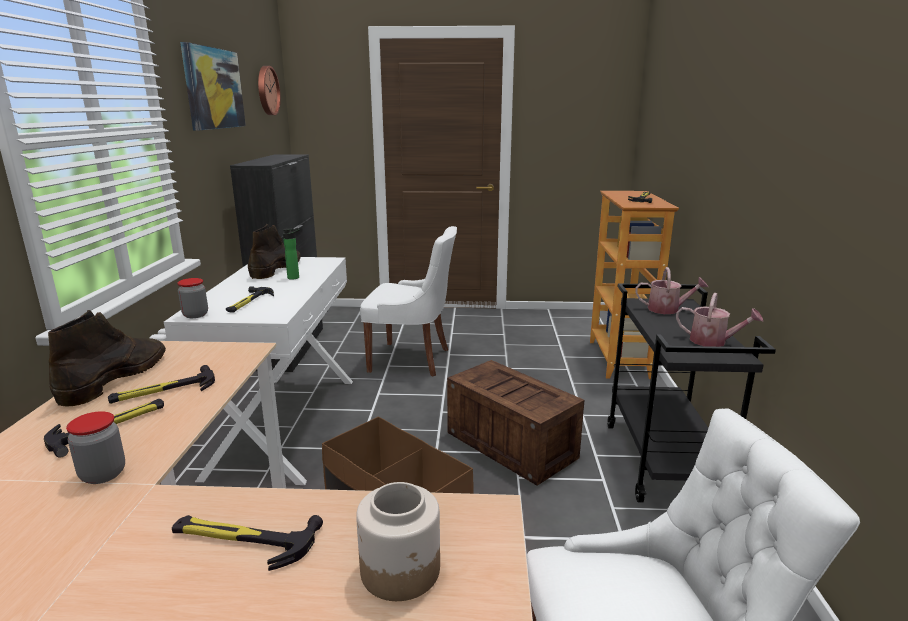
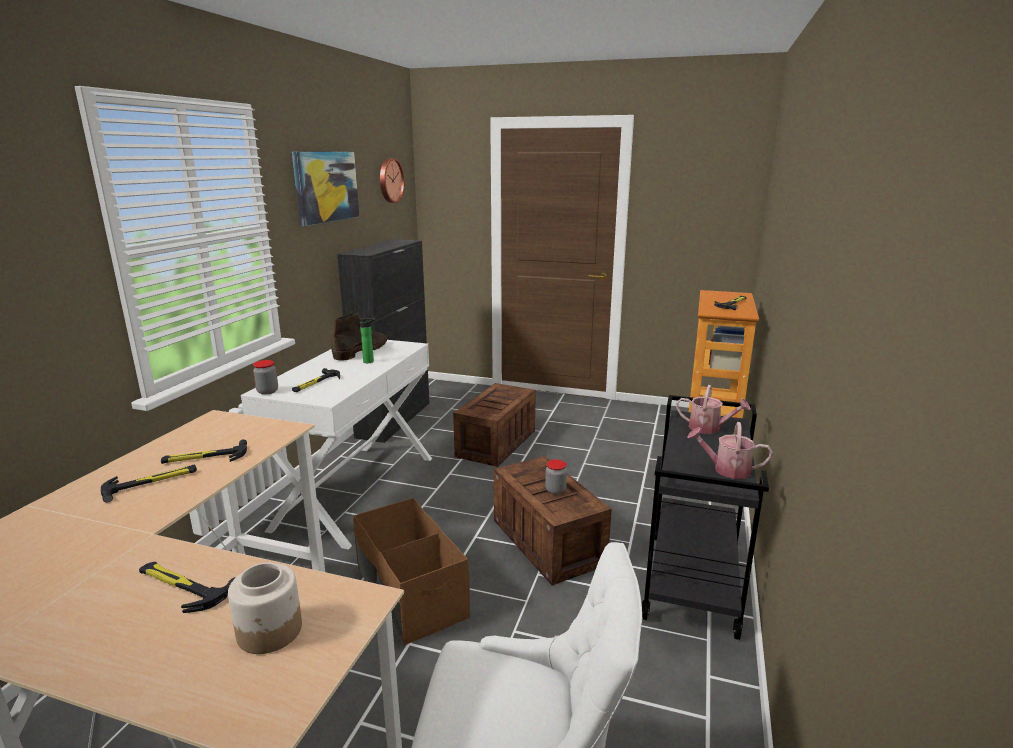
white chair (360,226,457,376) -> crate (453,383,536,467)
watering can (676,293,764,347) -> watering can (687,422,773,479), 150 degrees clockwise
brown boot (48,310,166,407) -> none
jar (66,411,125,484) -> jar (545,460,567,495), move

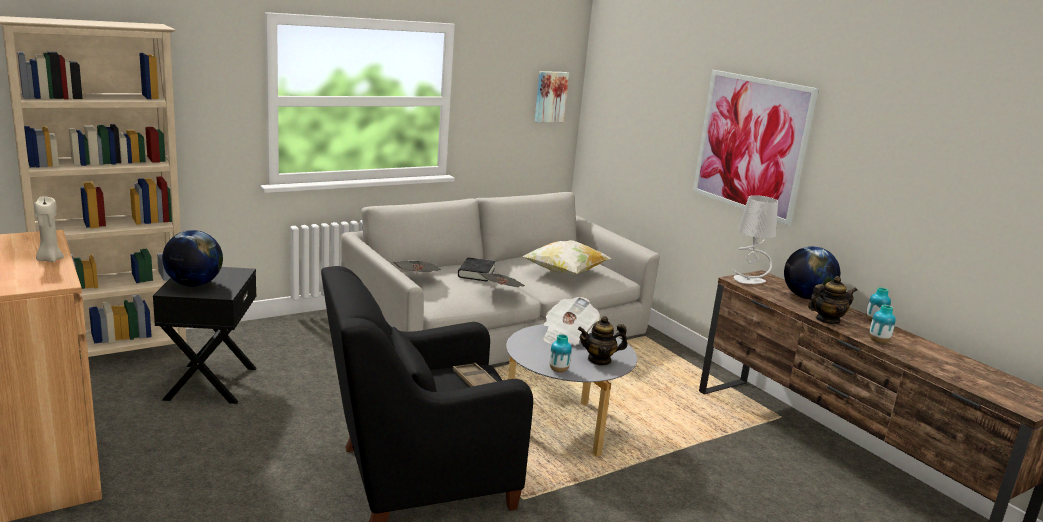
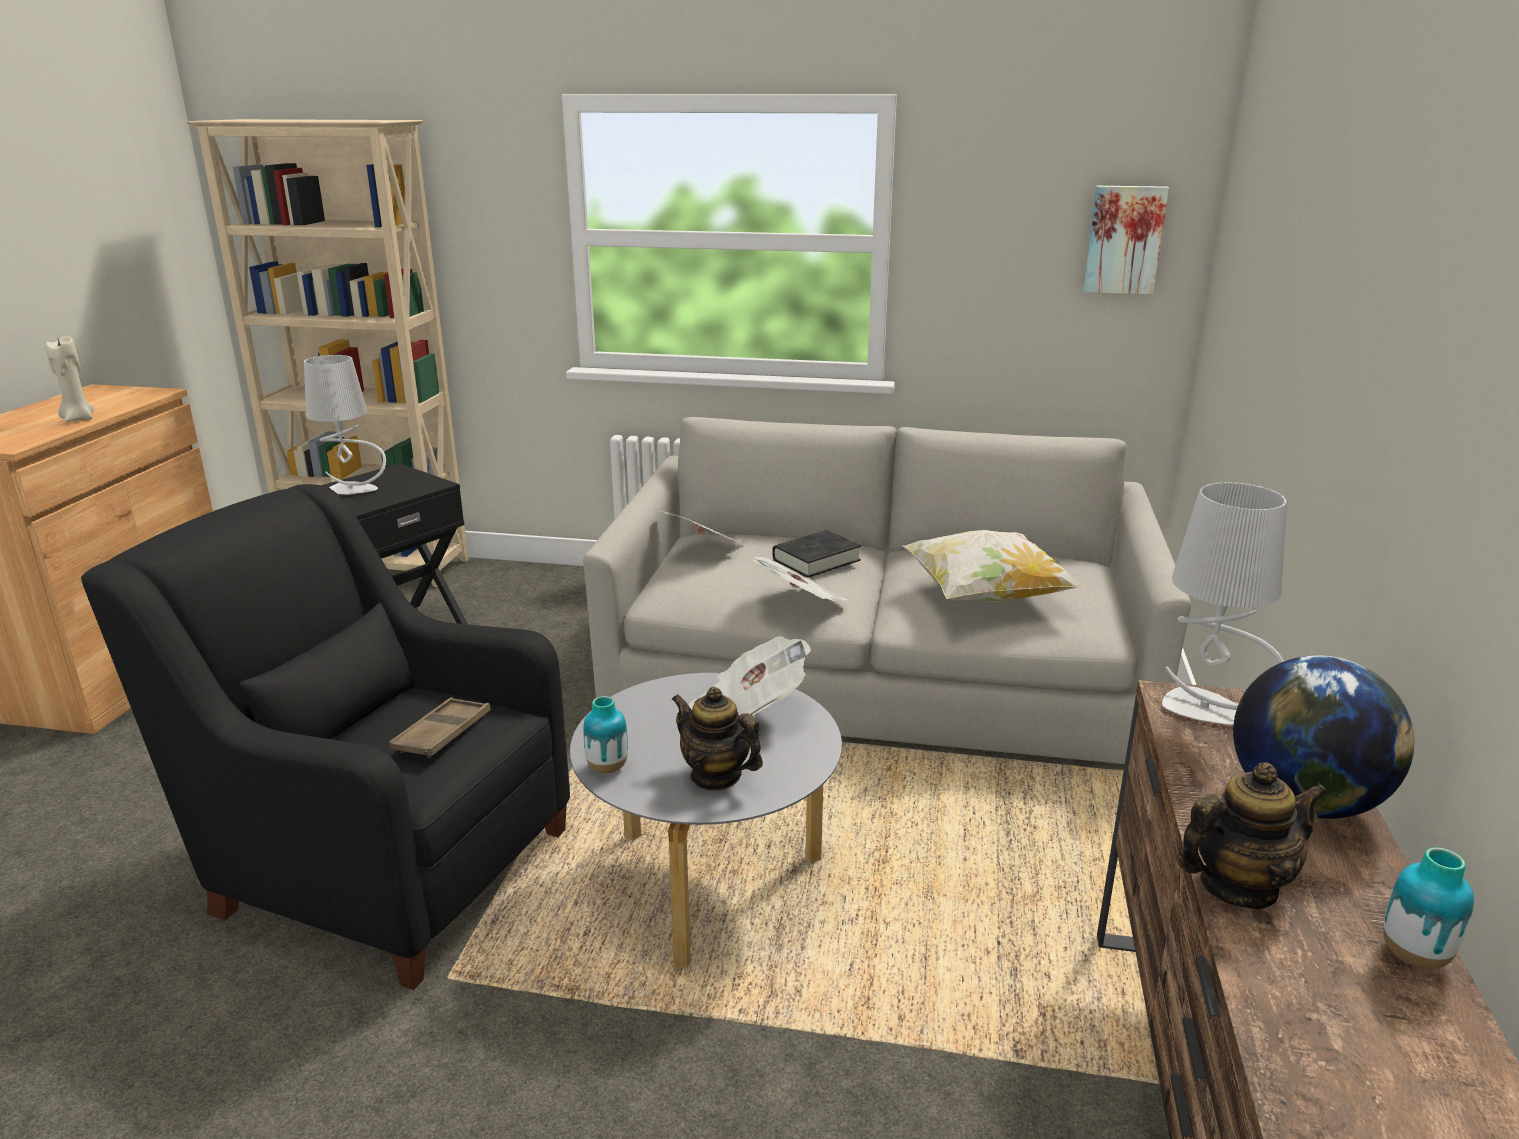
picture (693,70,819,226) -> none
globe (162,230,223,287) -> grey table lamp (304,355,386,495)
teapot (808,276,857,324) -> teapot (1176,762,1328,909), 45 degrees counterclockwise
vase (869,305,896,343) -> none

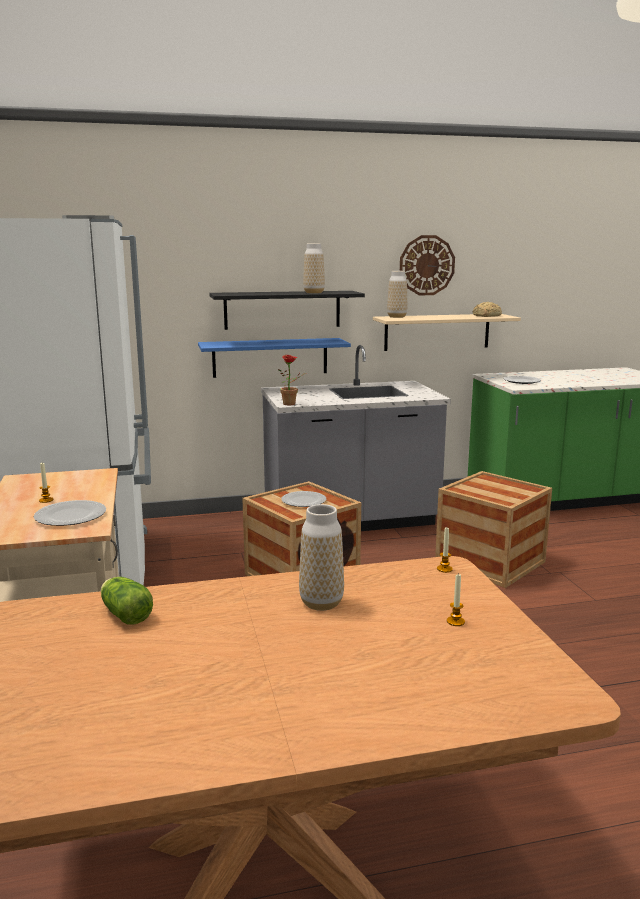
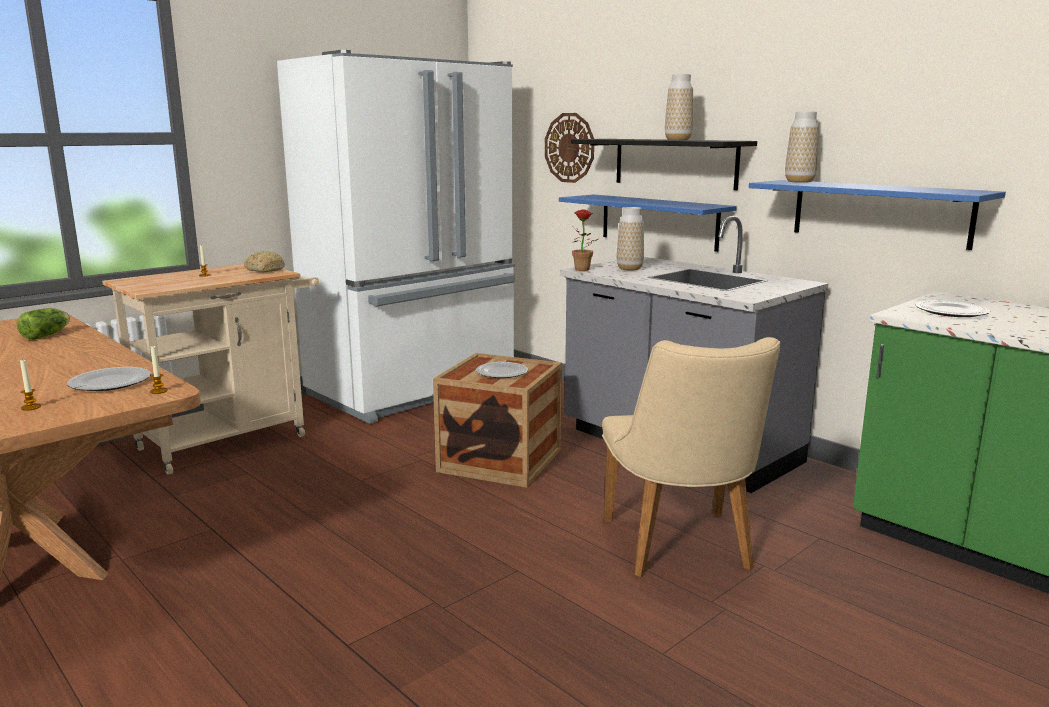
wall clock (400,235,455,295) -> wall clock (545,113,594,183), move
bread (473,302,502,317) -> bread (244,251,285,272), move
beige shelf (373,314,521,351) -> blue shelf (749,180,1006,250)
crate (435,471,552,588) -> beige chair (602,337,780,577)
plate (34,500,106,526) -> plate (67,367,151,391), move
vase (299,504,344,611) -> vase (617,207,644,270), move

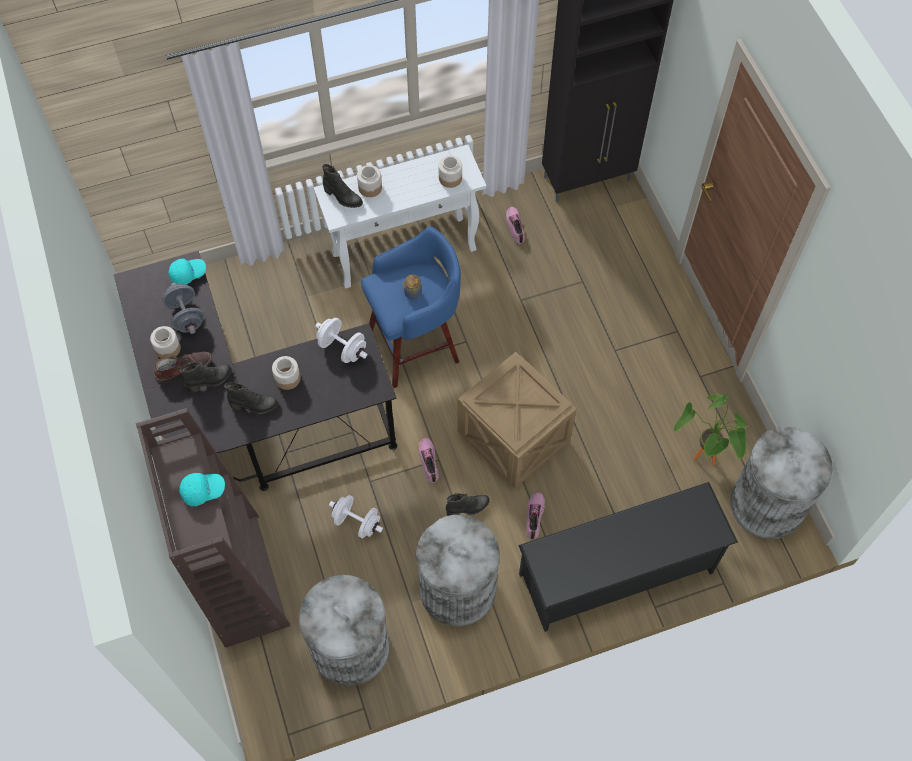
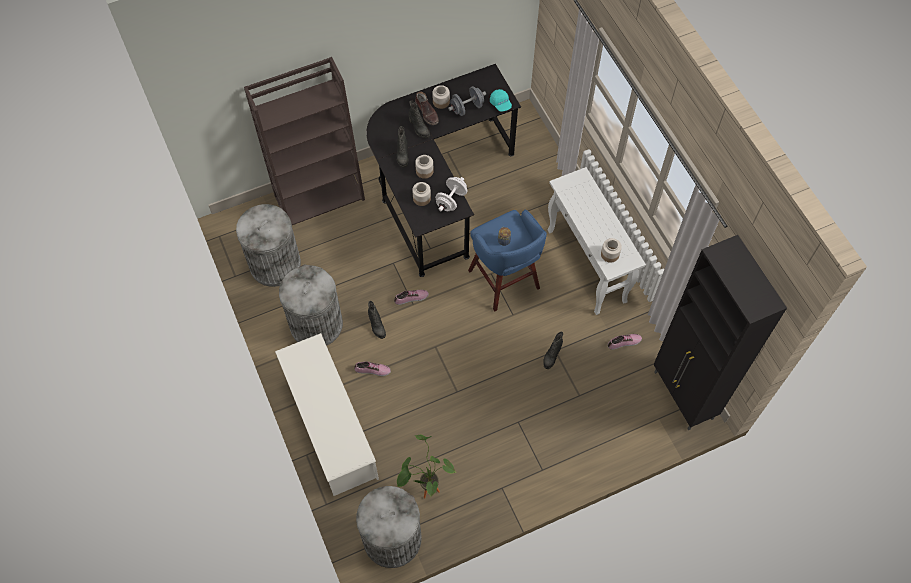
black boot (322,164,363,208) -> black boot (543,332,563,369), move
jar (357,165,382,197) -> jar (412,182,431,206), move
crate (457,352,577,488) -> none
turquoise cap (179,473,225,506) -> none
black shoe rack (518,482,738,632) -> white shoe rack (275,333,379,496)
white dumbbell (329,495,383,538) -> none

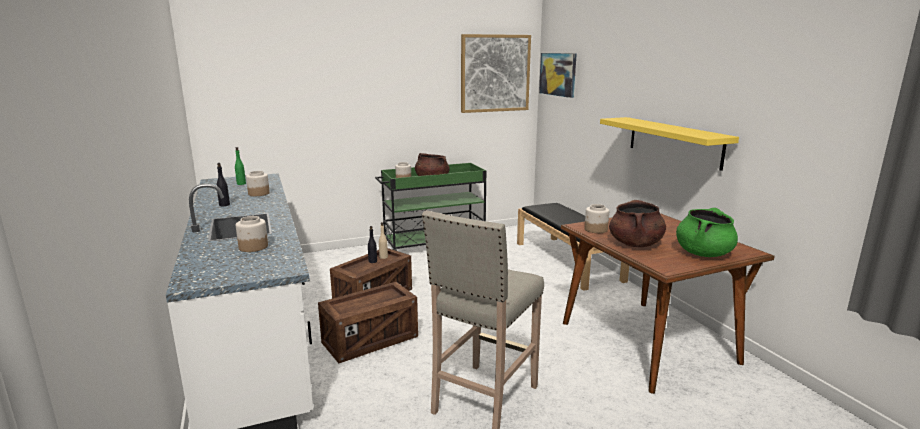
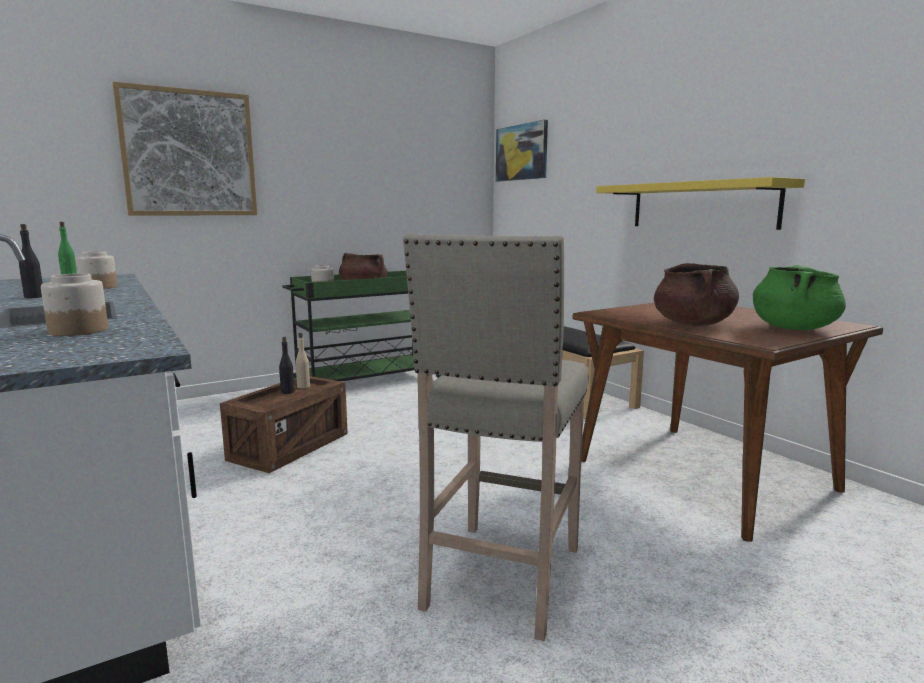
picture (461,34,531,113) -> picture (113,82,257,216), move
jar (585,204,609,233) -> none
crate (318,282,418,363) -> none

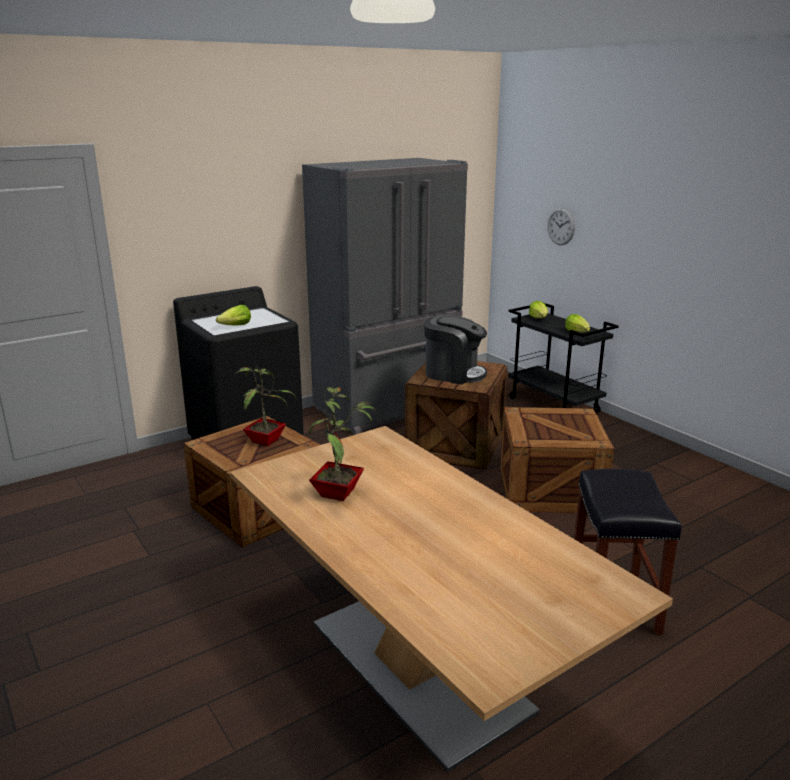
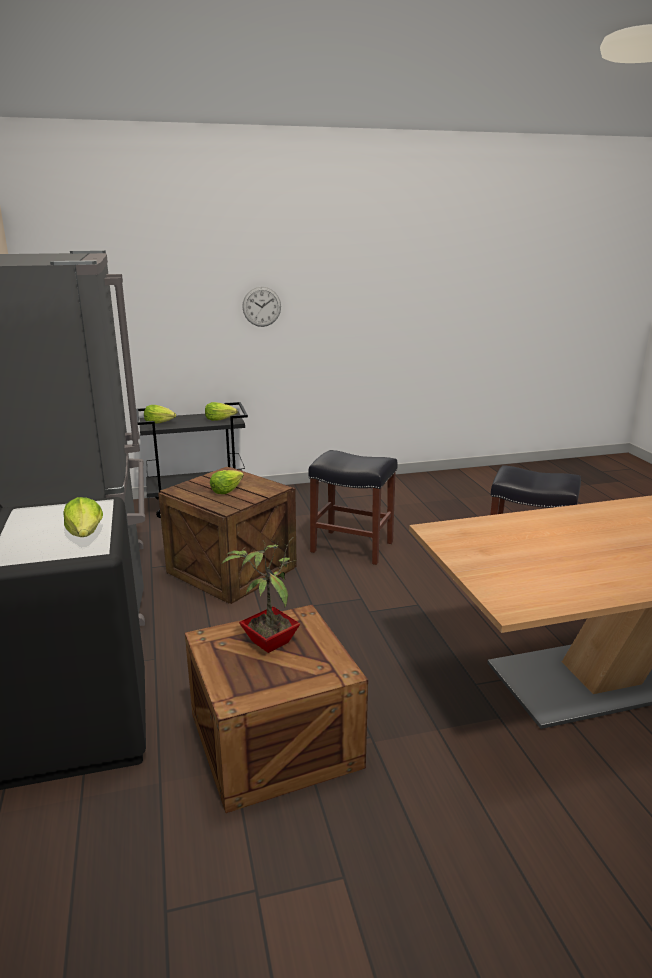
wall clock (547,208,575,245) -> wall clock (242,287,281,327), move
coffee machine (424,315,487,385) -> lettuce (210,470,244,494)
potted plant (309,387,377,501) -> none
crate (500,407,614,513) -> black stool (308,450,398,565)

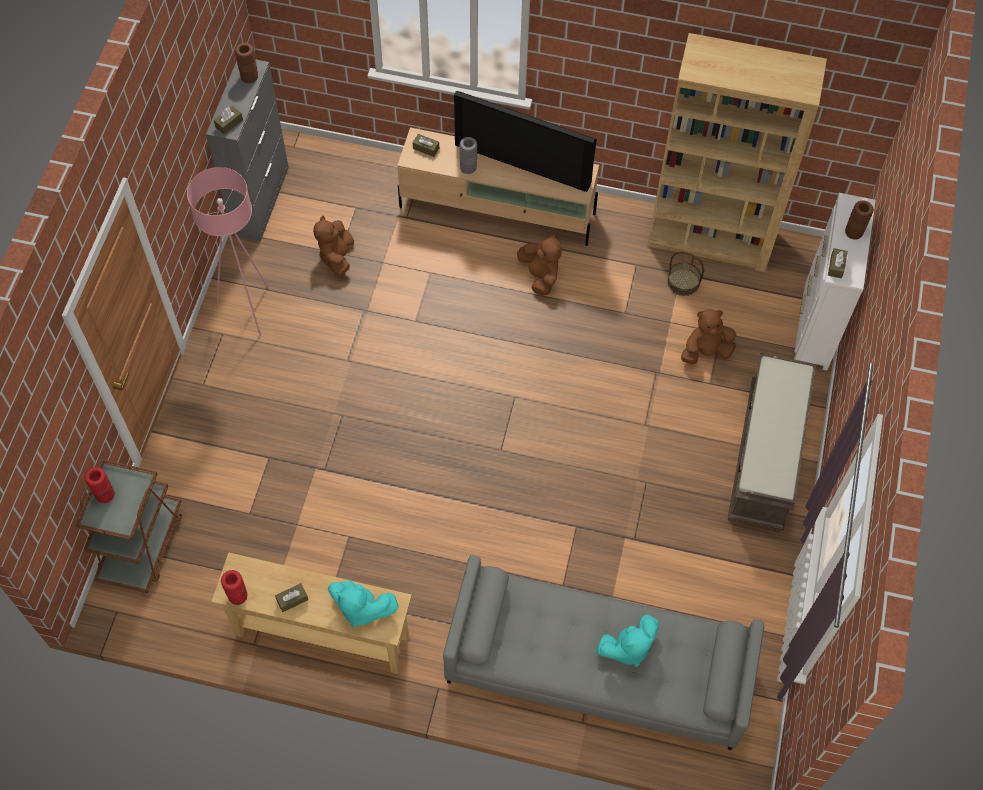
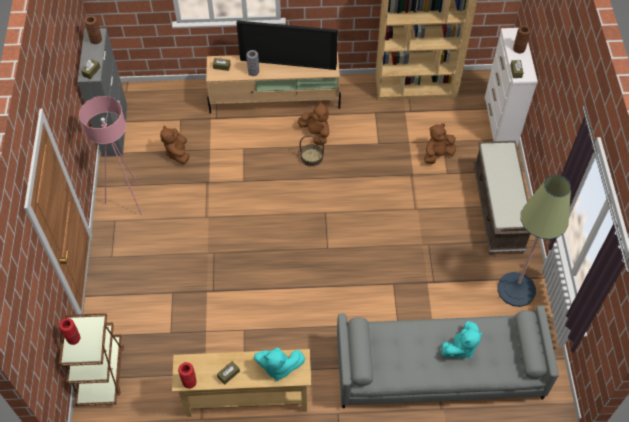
basket (667,252,704,296) -> basket (300,136,324,167), move
none -> floor lamp (497,175,571,307)

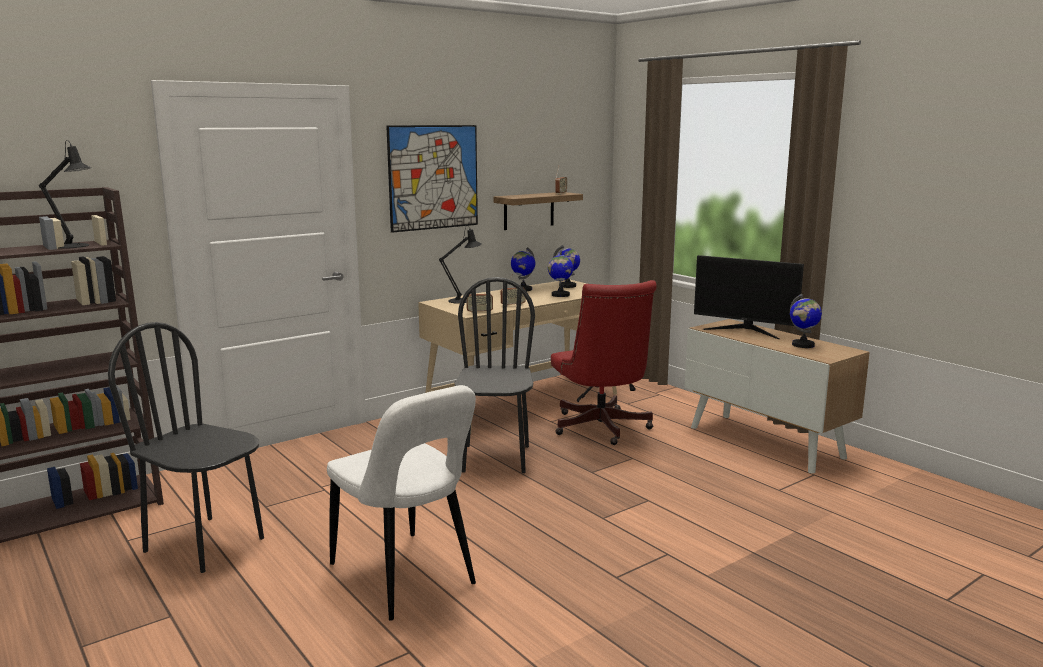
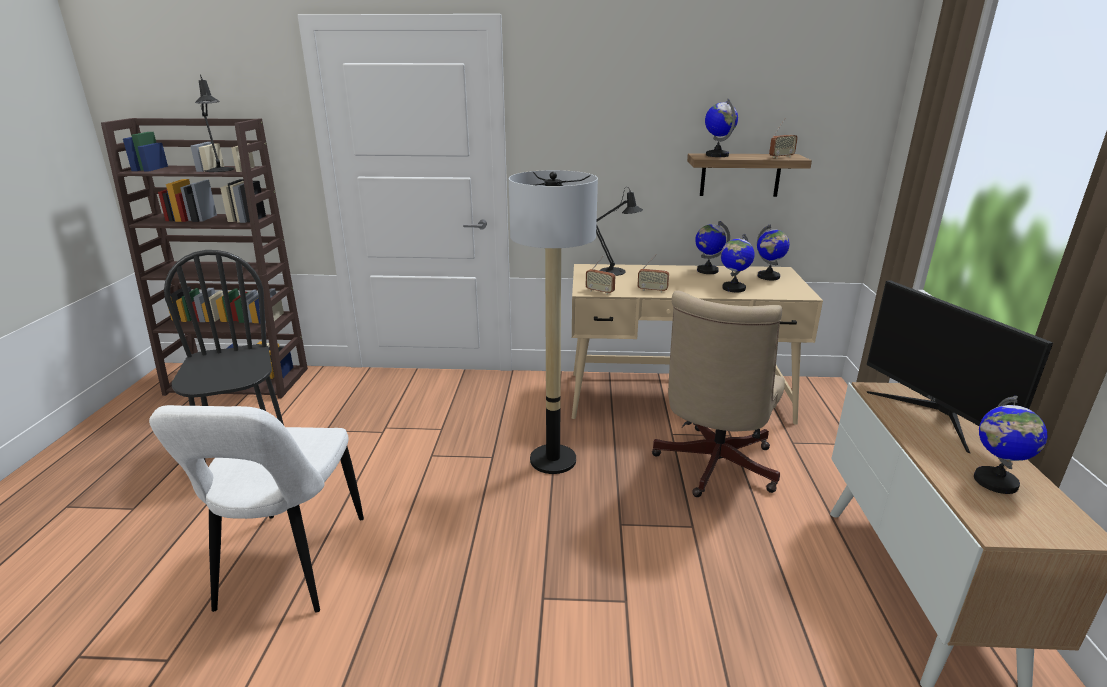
picture (386,125,478,233) -> none
black chair (454,277,535,473) -> floor lamp (509,170,598,474)
red office chair (551,280,657,445) -> beige office chair (652,290,785,497)
none -> globe (705,98,738,157)

